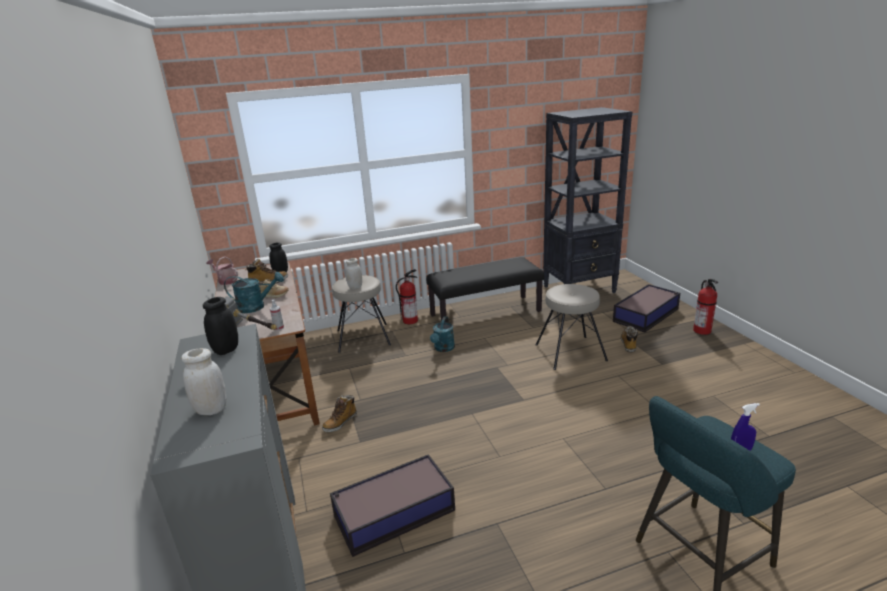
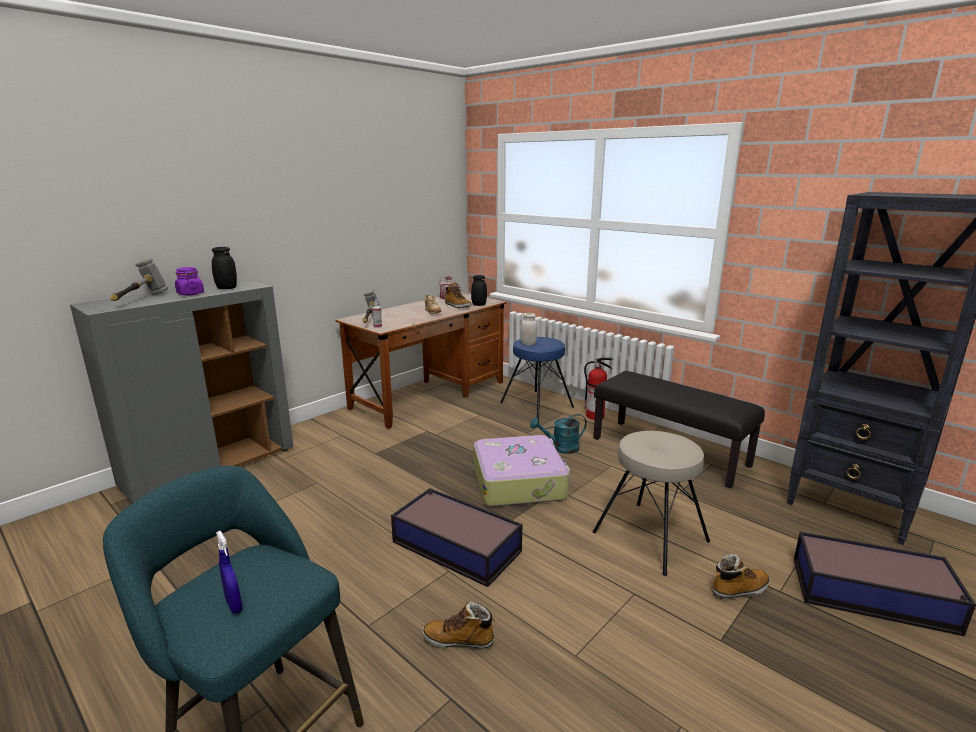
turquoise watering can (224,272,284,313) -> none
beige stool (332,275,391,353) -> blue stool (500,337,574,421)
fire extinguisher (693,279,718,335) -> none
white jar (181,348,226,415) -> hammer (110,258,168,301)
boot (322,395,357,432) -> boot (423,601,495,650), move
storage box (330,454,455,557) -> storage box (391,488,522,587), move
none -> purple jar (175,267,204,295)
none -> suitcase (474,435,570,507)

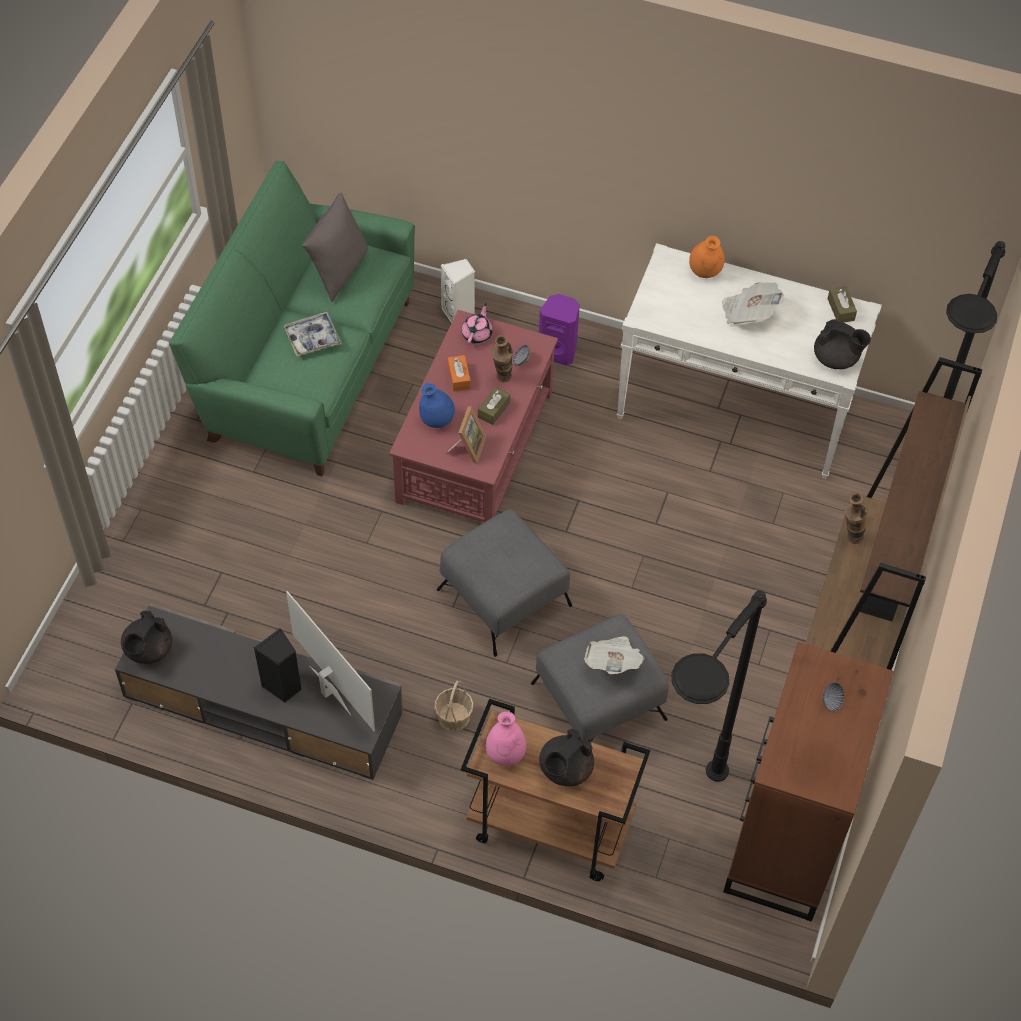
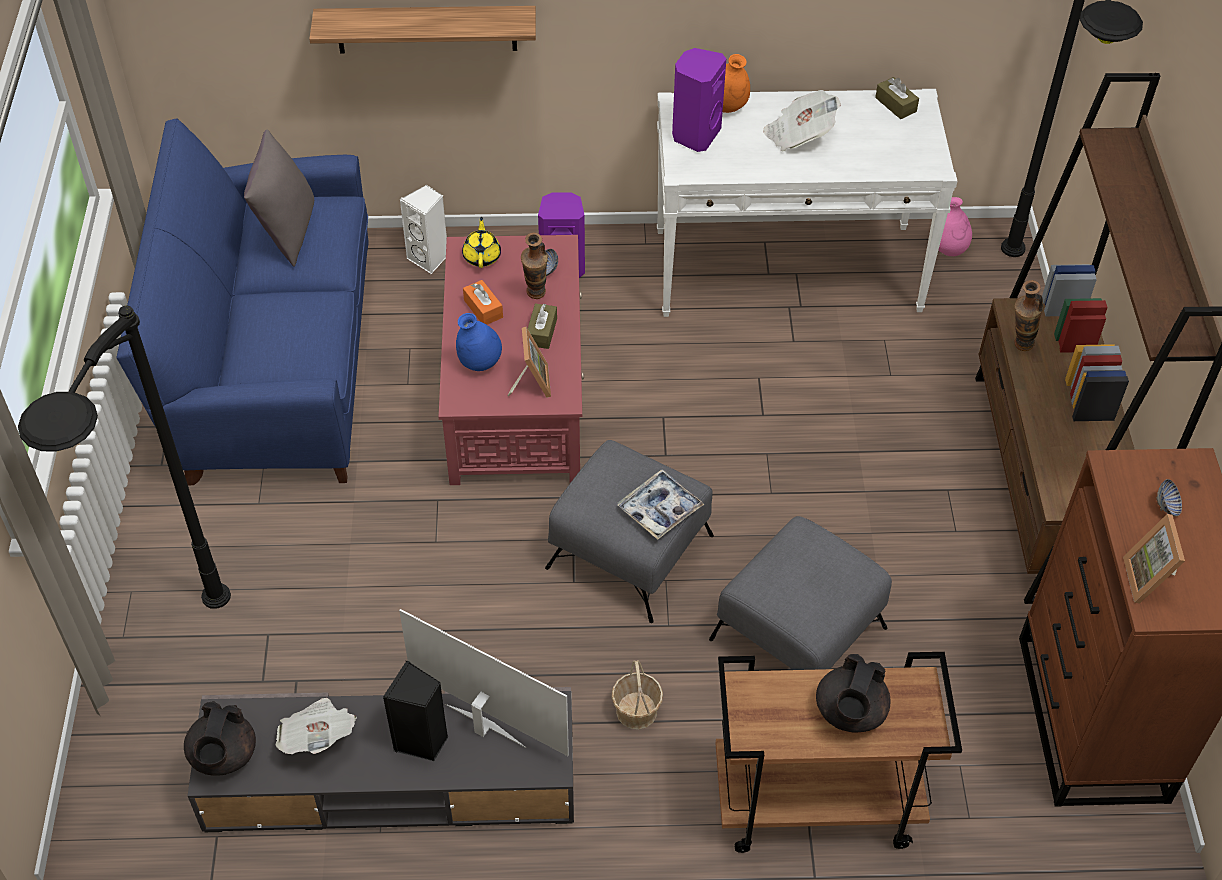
green sofa (169,161,415,476) -> blue sofa (117,118,369,485)
pink teapot (461,303,493,345) -> yellow teapot (462,217,501,268)
tray (284,312,342,356) -> tray (618,469,704,540), move
black teapot (814,319,871,369) -> none
black floor lamp (671,590,767,781) -> black floor lamp (18,306,231,609), move
newspaper (584,636,645,674) -> newspaper (275,698,357,754), move
pink vase (485,712,526,766) -> pink vase (939,197,972,256), move
none -> shelf (309,6,536,53)
none -> purple speaker (672,48,726,152)
none -> picture frame (1123,514,1185,604)

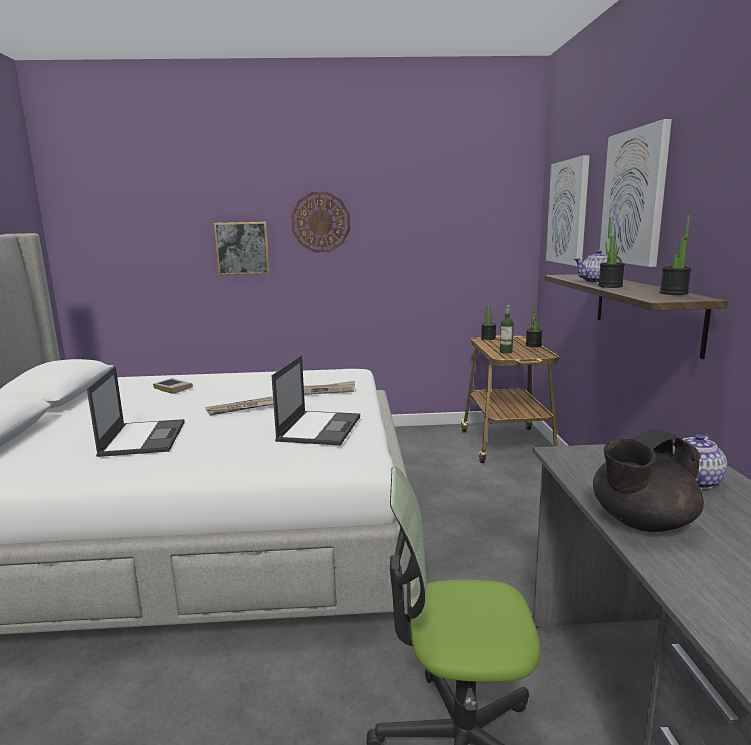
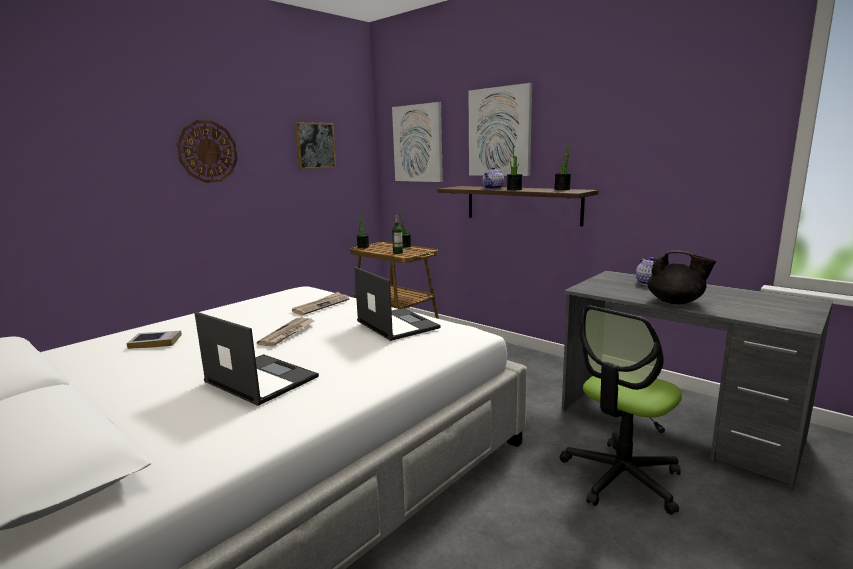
picture (214,222,270,275) -> picture (295,122,336,169), move
black teapot (593,428,704,532) -> black teapot (647,250,716,304), 75 degrees counterclockwise

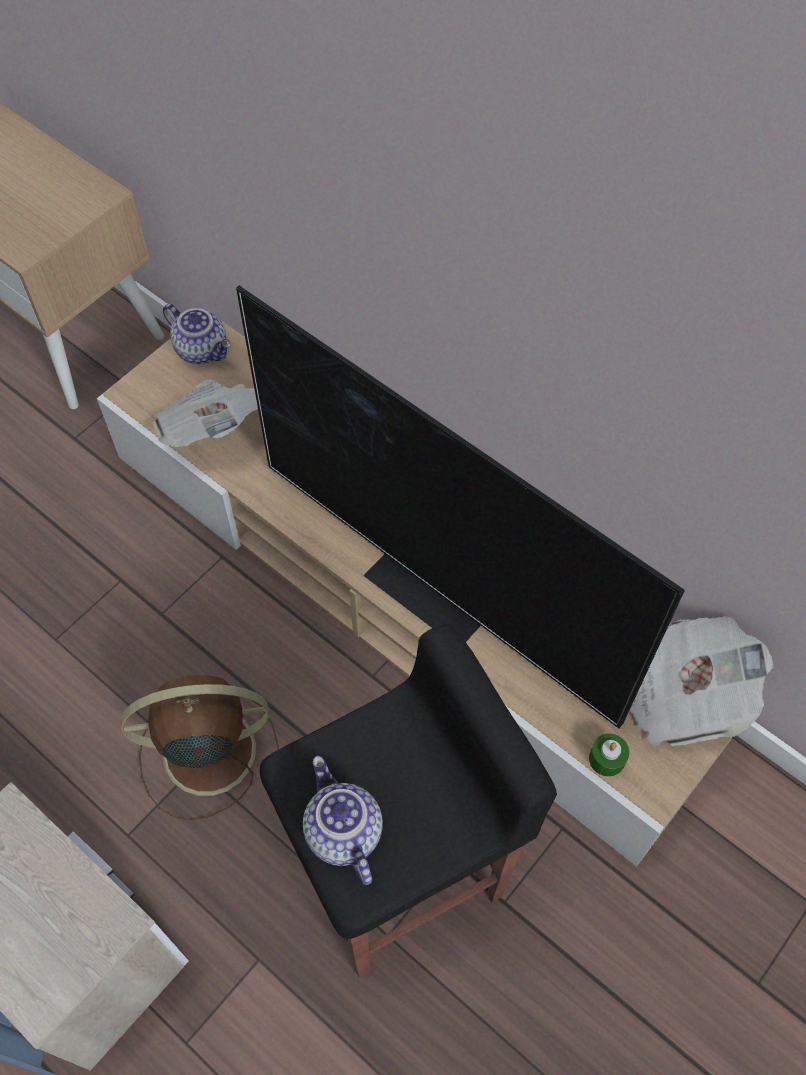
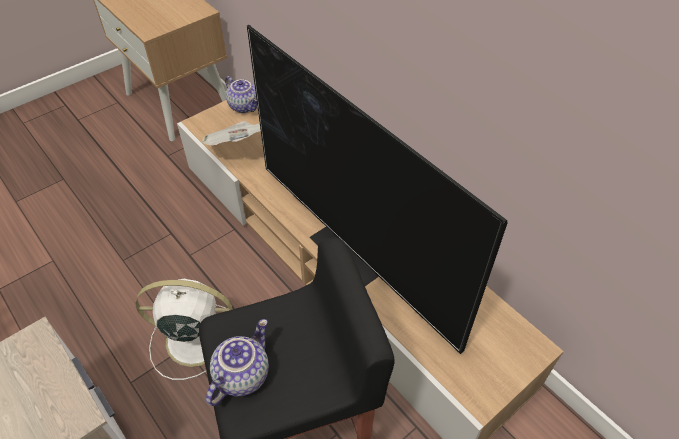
newspaper (630,616,774,746) -> none
brown fan (121,675,279,820) -> white fan (135,279,233,380)
green candle (589,733,629,777) -> none
teapot (303,756,383,885) -> teapot (206,319,269,406), 45 degrees clockwise

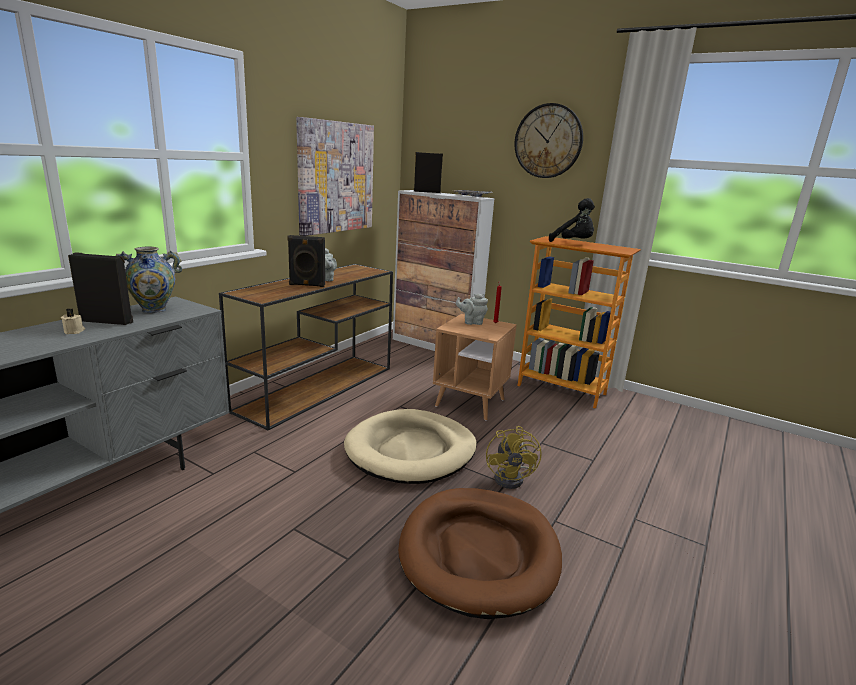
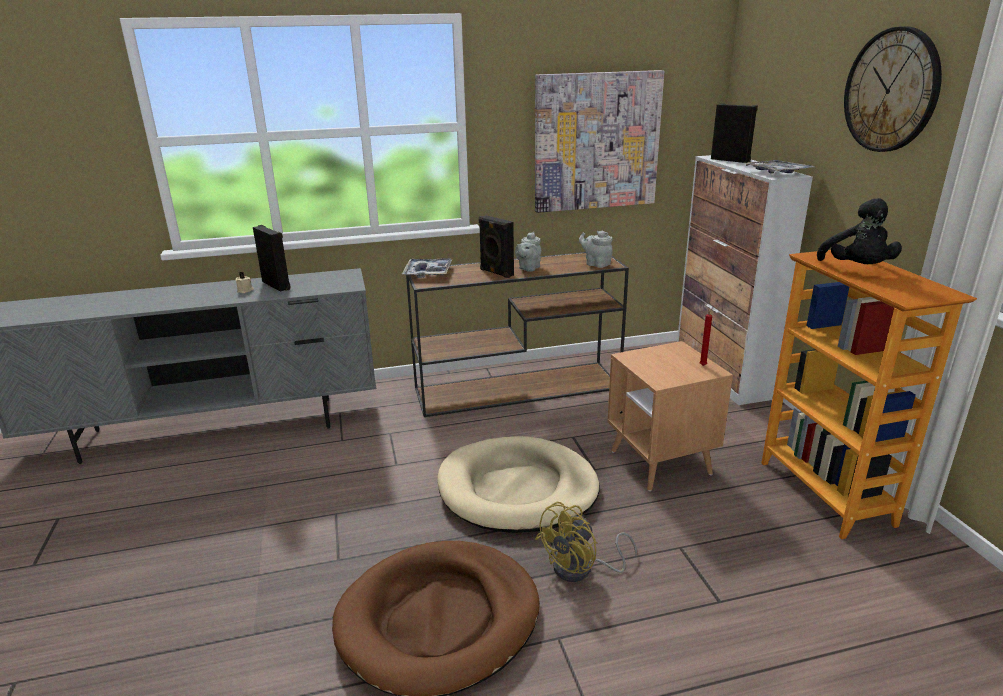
vase (116,247,182,313) -> none
grey teapot (456,294,488,325) -> grey teapot (579,231,613,268), move
none -> tray (402,258,453,278)

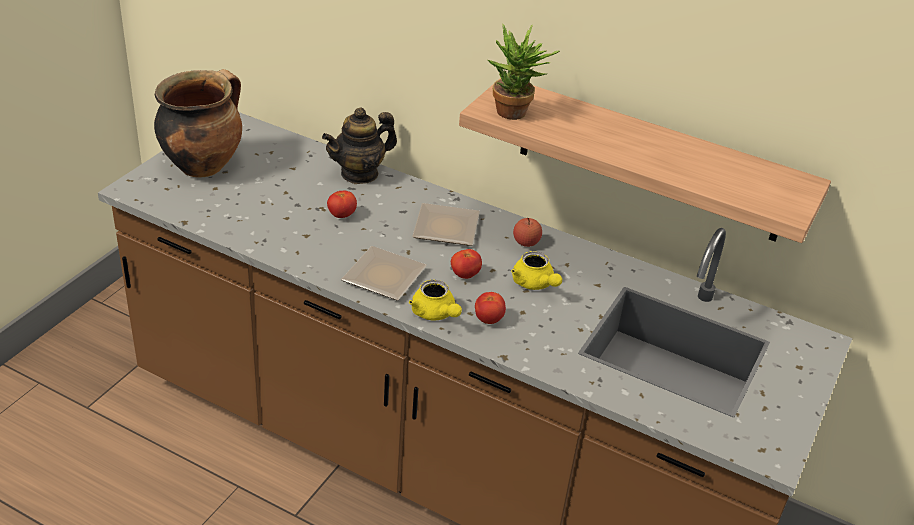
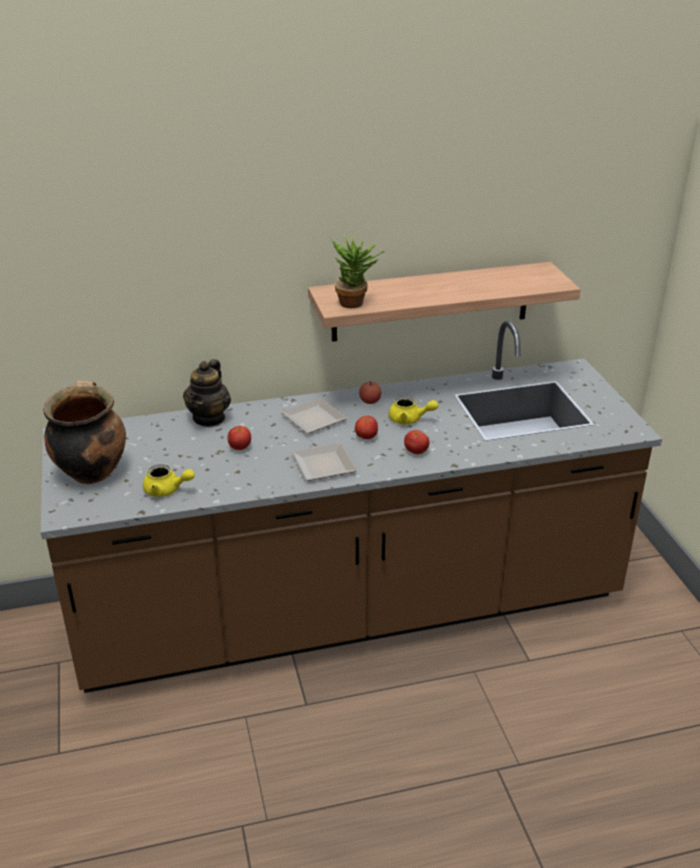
yellow teapot (409,280,462,321) -> yellow teapot (143,464,195,497), move

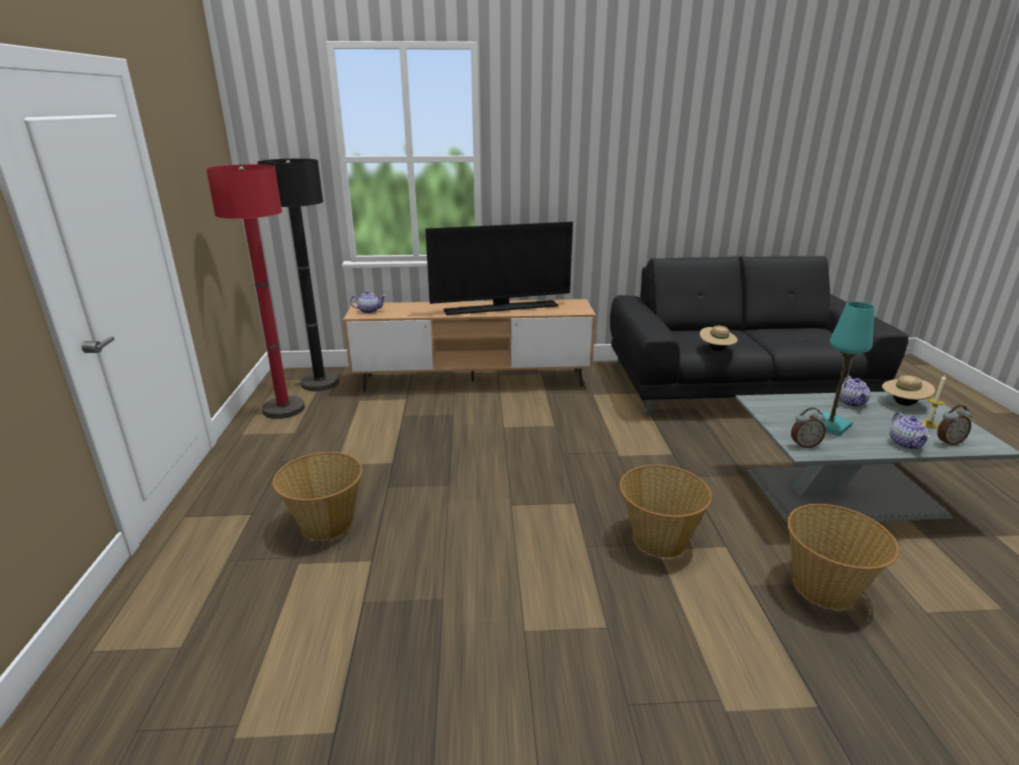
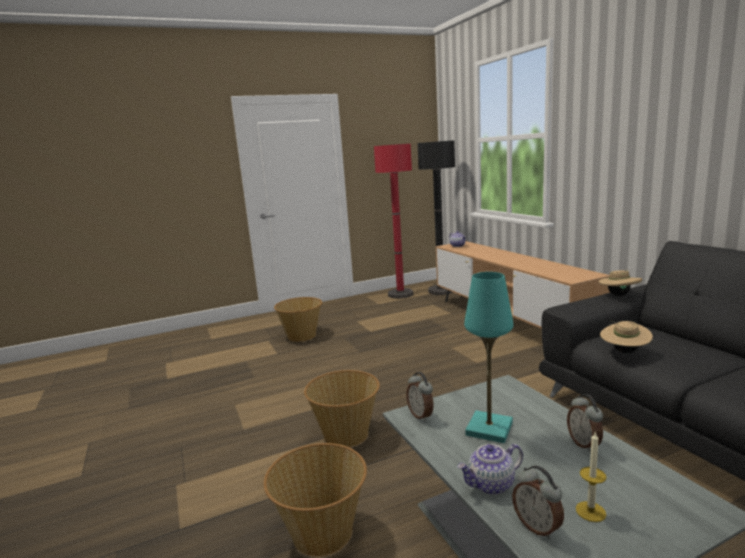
television (425,222,573,315) -> none
beige hat (882,372,935,406) -> beige hat (599,269,642,296), move
teapot (839,375,870,407) -> alarm clock (567,394,603,452)

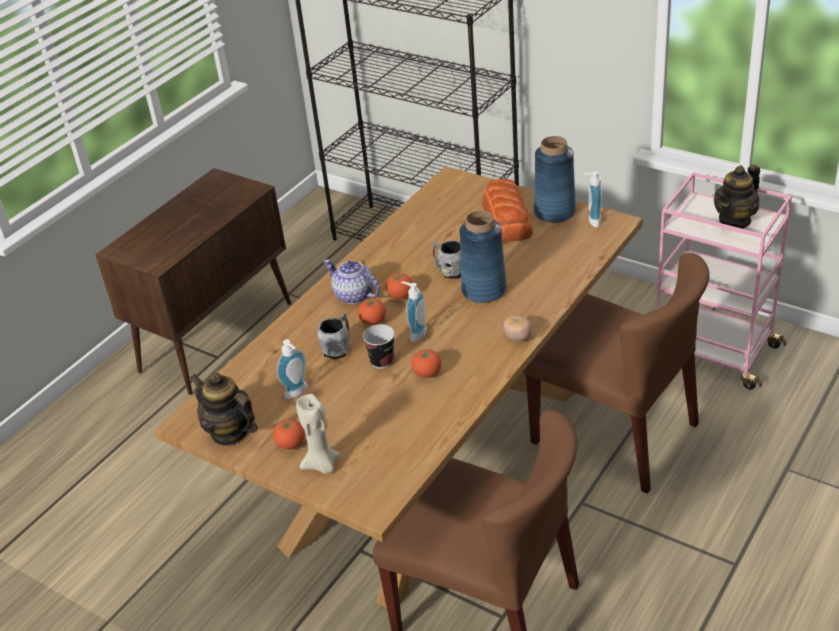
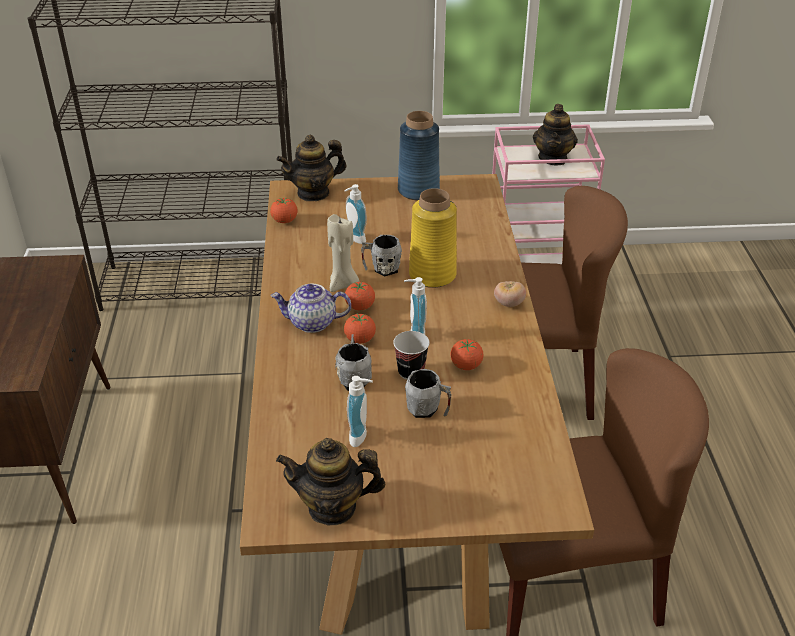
soap dispenser (583,171,602,227) -> soap dispenser (344,184,367,244), move
bread (482,179,533,242) -> none
blue vase (460,210,507,303) -> yellow vase (409,188,457,288)
beige candle (296,394,340,474) -> beige candle (327,214,359,292), move
tomato (273,418,305,449) -> tomato (270,198,298,223), move
none -> teapot (276,135,346,201)
none -> grey mug (405,369,452,418)

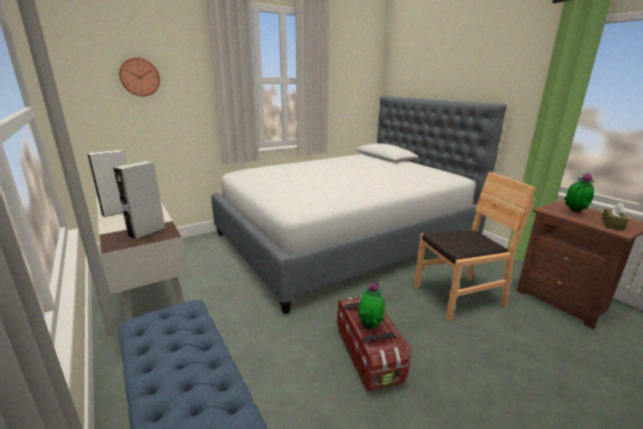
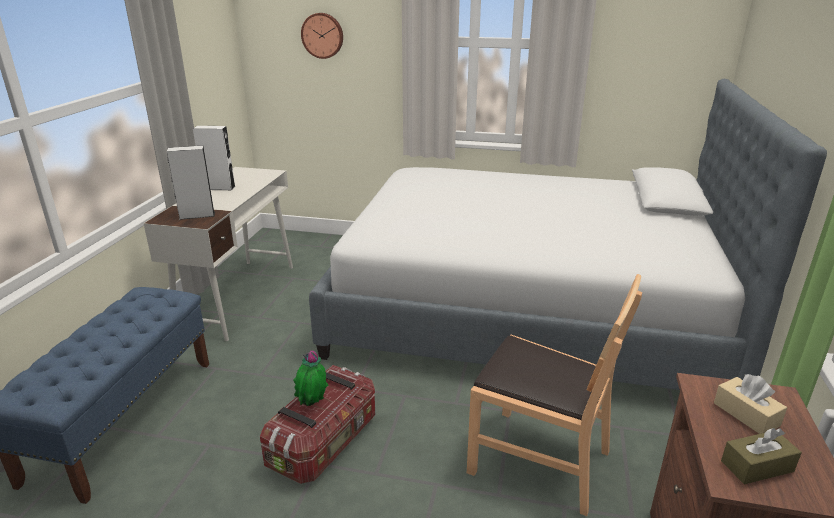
potted plant (563,173,594,212) -> beige tissue box (714,374,787,434)

